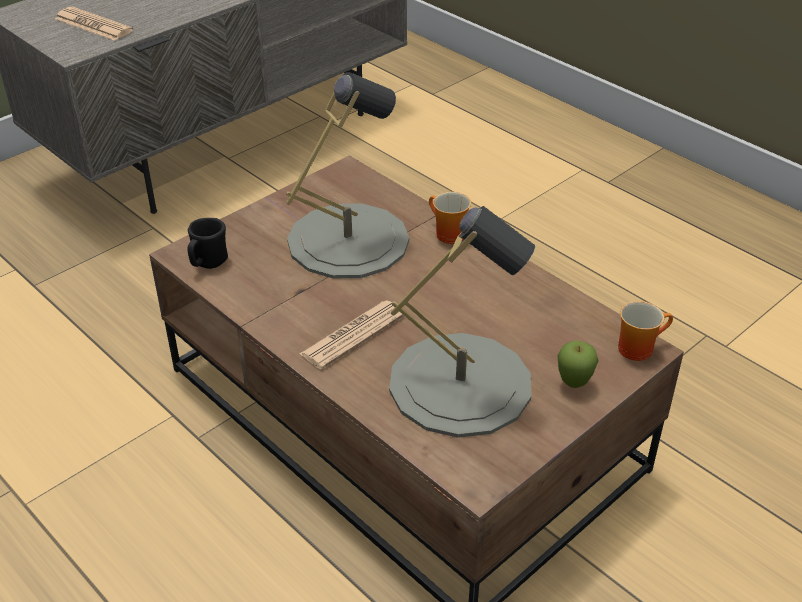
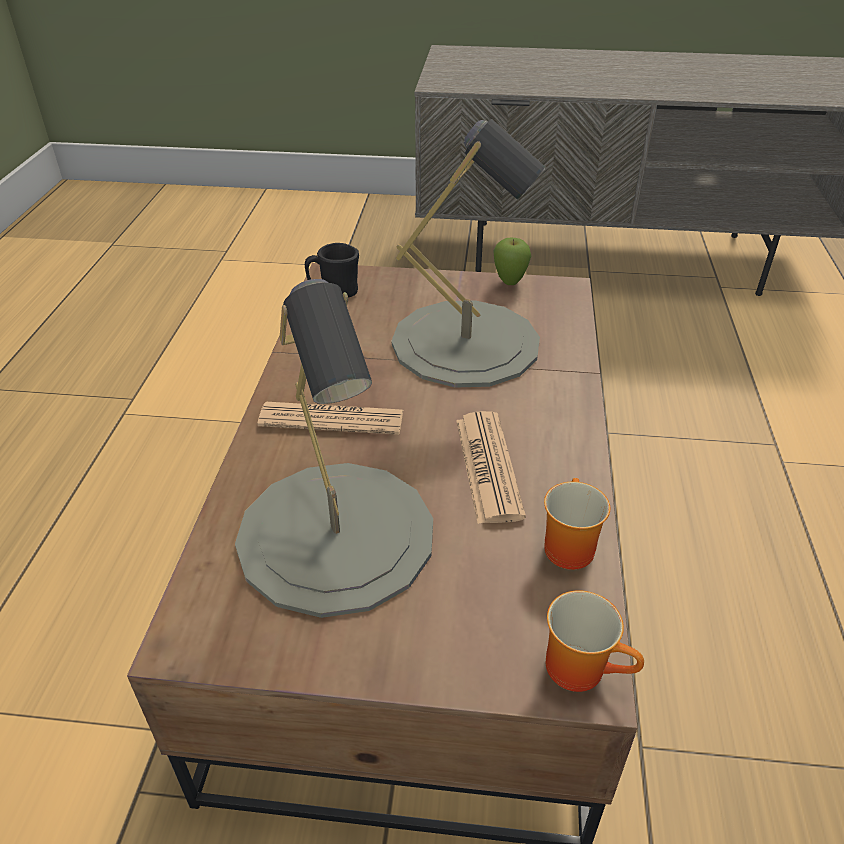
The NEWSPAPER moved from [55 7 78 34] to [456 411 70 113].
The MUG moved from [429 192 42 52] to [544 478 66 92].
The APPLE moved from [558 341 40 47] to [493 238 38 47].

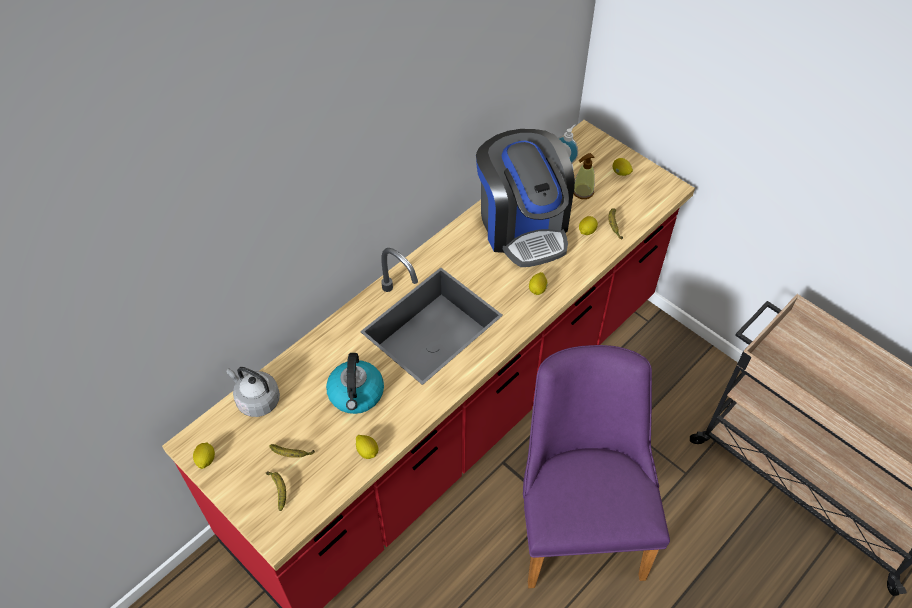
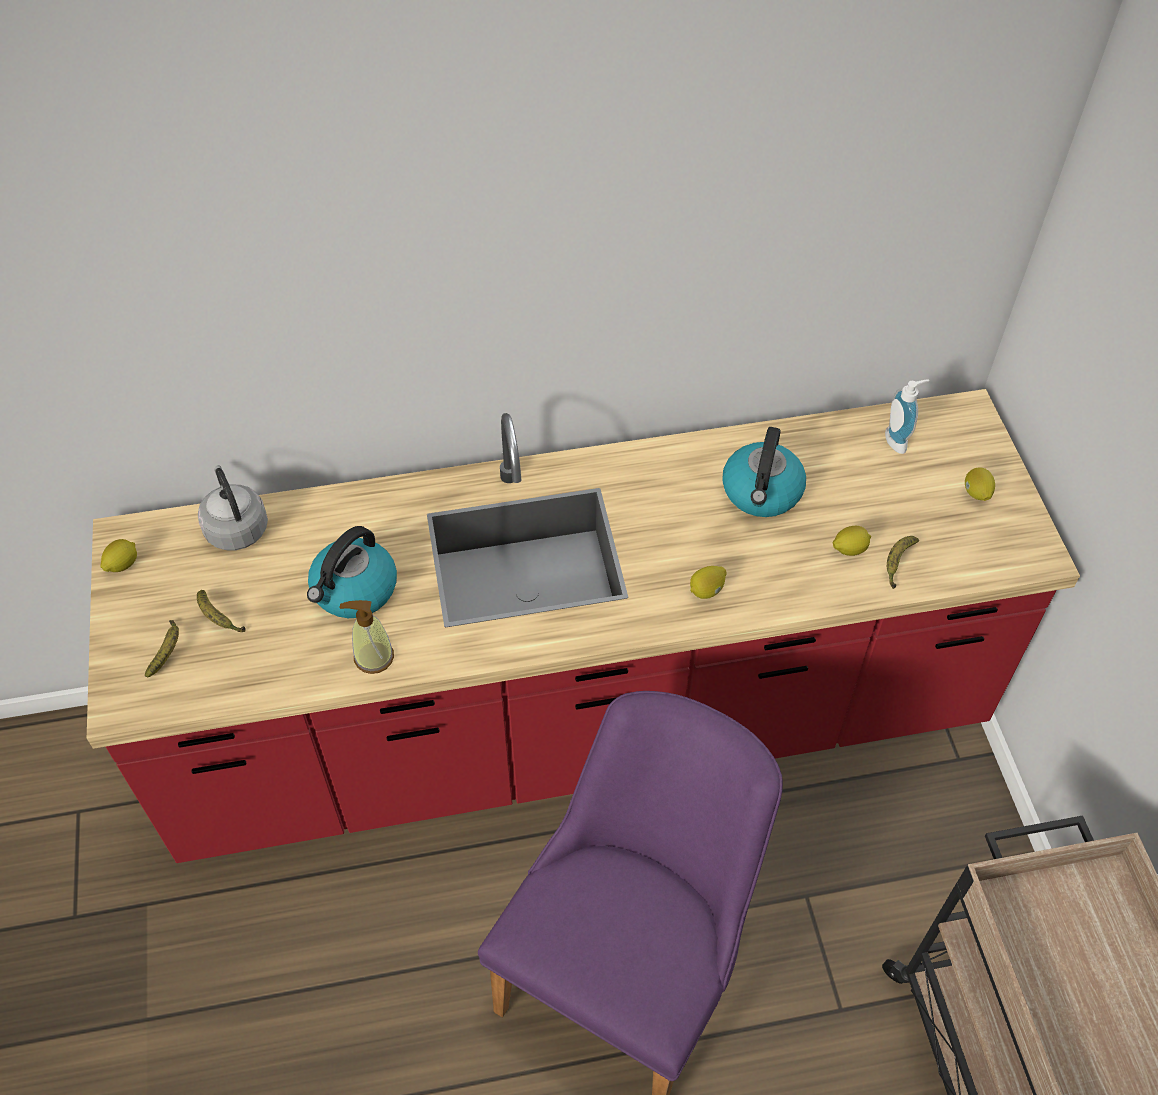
The COFFEE MACHINE at [476 129 99 138] was replaced by the KETTLE at [722 427 84 90].
The SOAP DISPENSER moved from [574 153 21 46] to [339 600 55 74].
The LEMON at [356 435 22 24] disappeared.

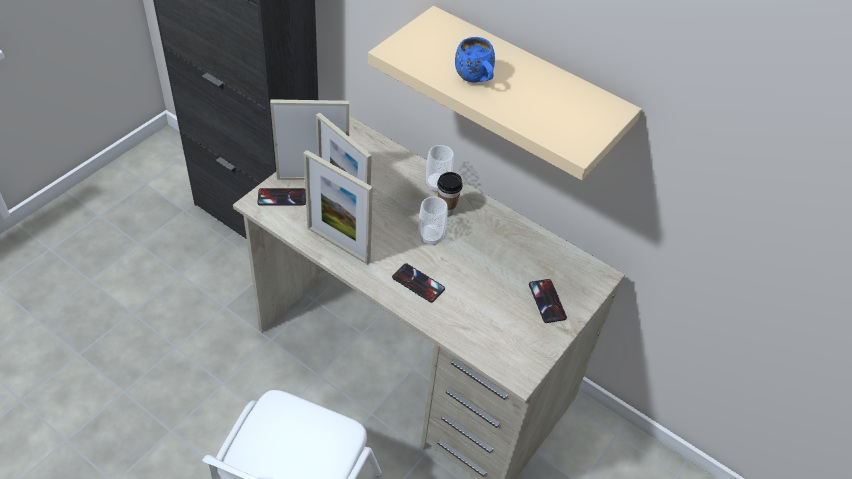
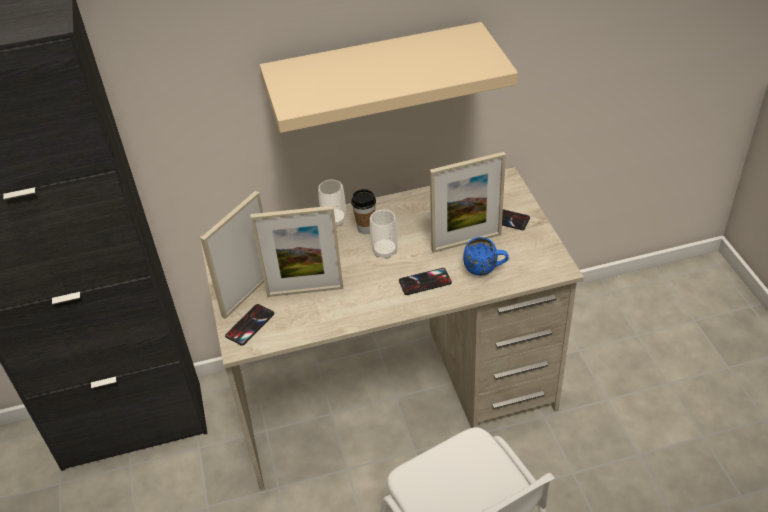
The BLUE MUG moved from [455 37 40 46] to [463 237 46 39].
The PICTURE FRAME moved from [303 150 70 115] to [430 152 76 101].

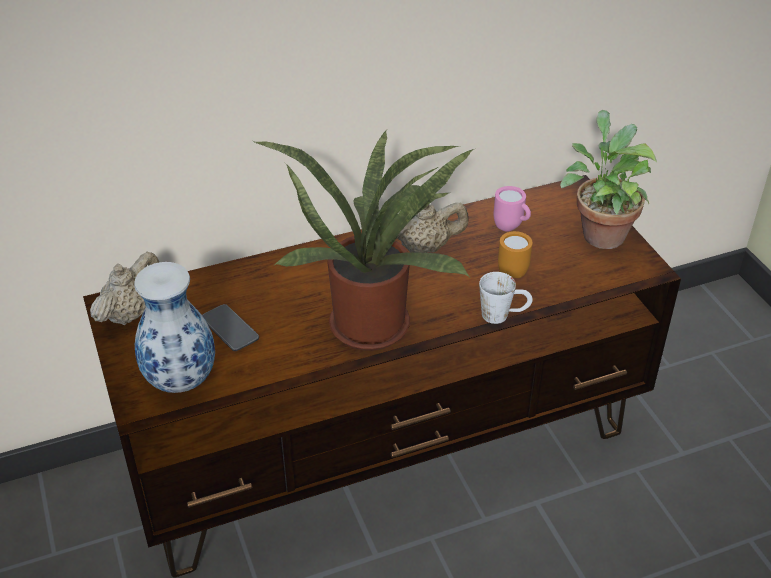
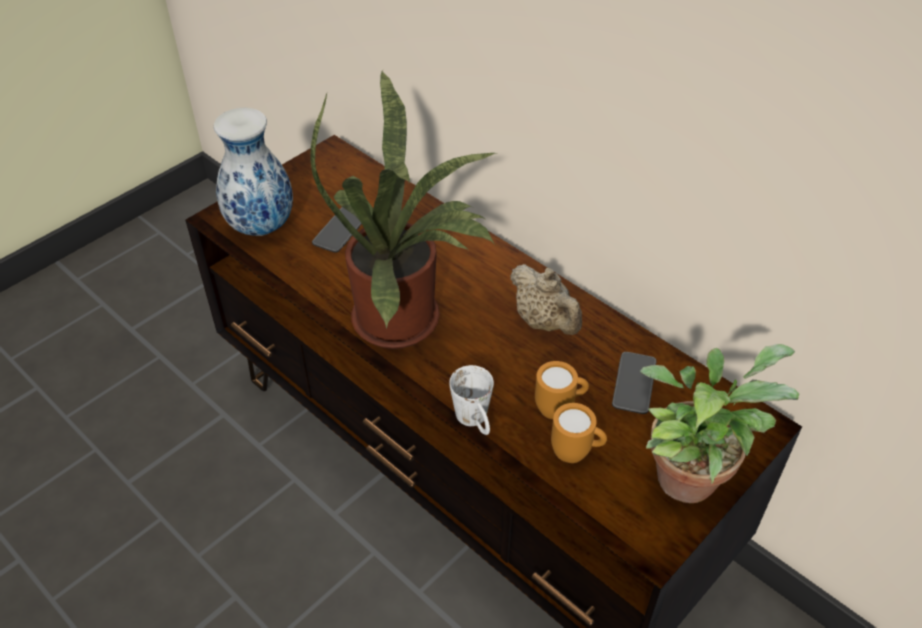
The PINK MUG at [494 186 37 46] was replaced by the PHONE at [612 352 45 62].
The BEIGE TEAPOT at [90 252 69 73] disappeared.
The ORANGE MUG at [551 403 56 60] appeared.

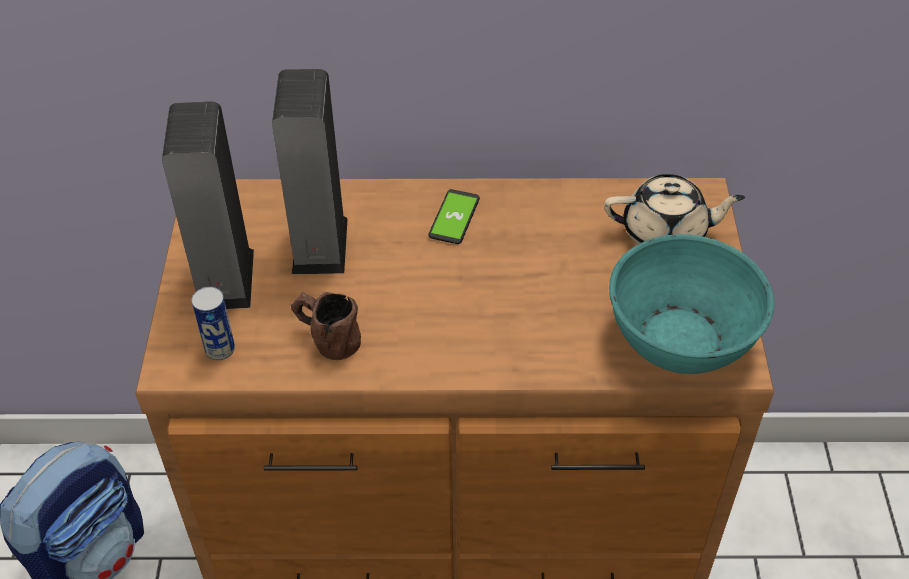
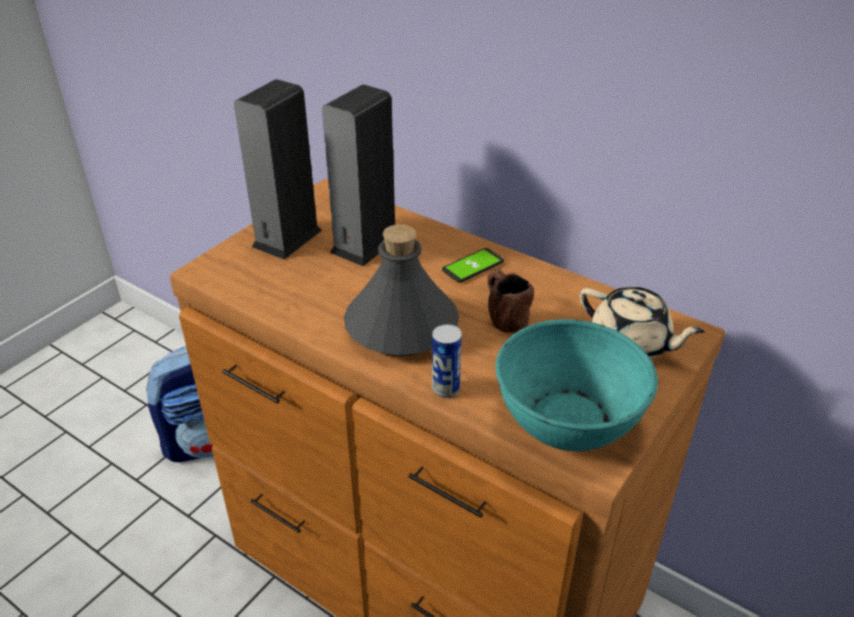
The CAN moved from [191 287 44 73] to [432 324 30 74].
The BROWN MUG moved from [291 292 70 68] to [487 268 47 65].
The GREY BOTTLE at [344 224 115 132] appeared.

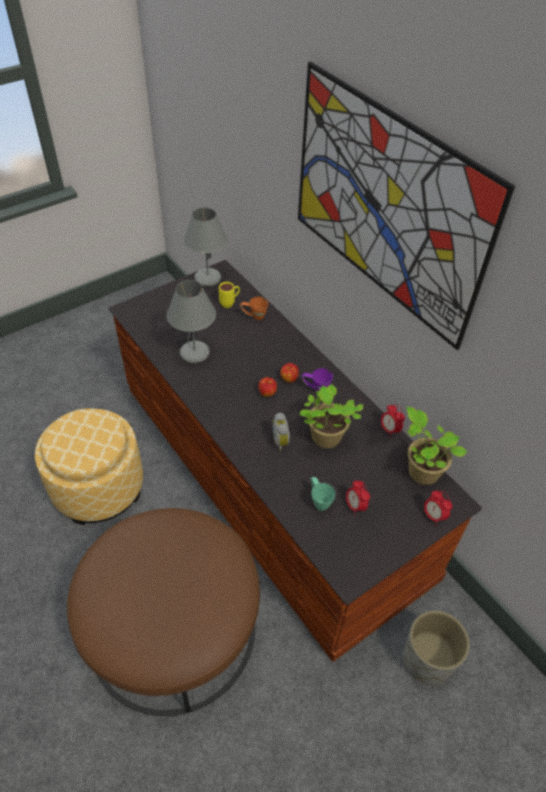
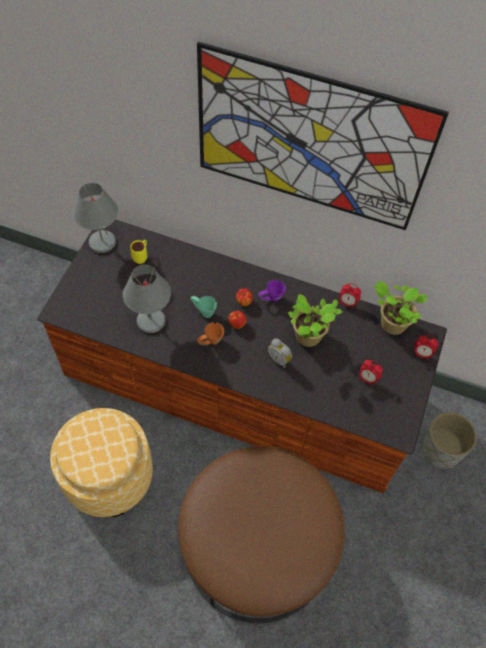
The ORANGE MUG moved from [240 297 28 23] to [197 322 27 23].
The GREEN MUG moved from [310 477 26 34] to [191 296 26 22].

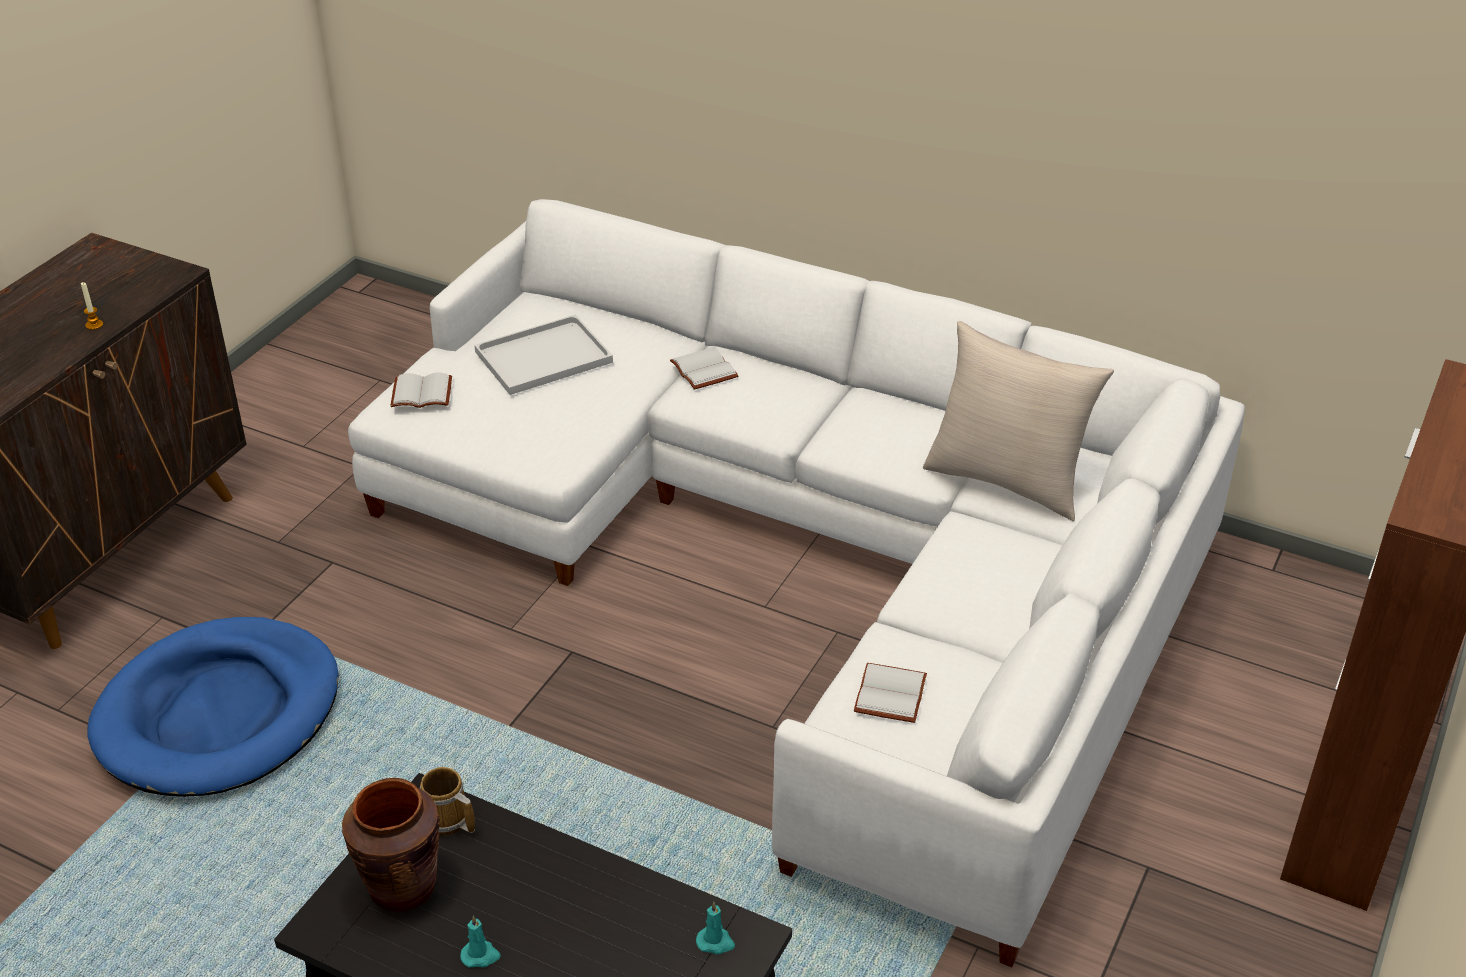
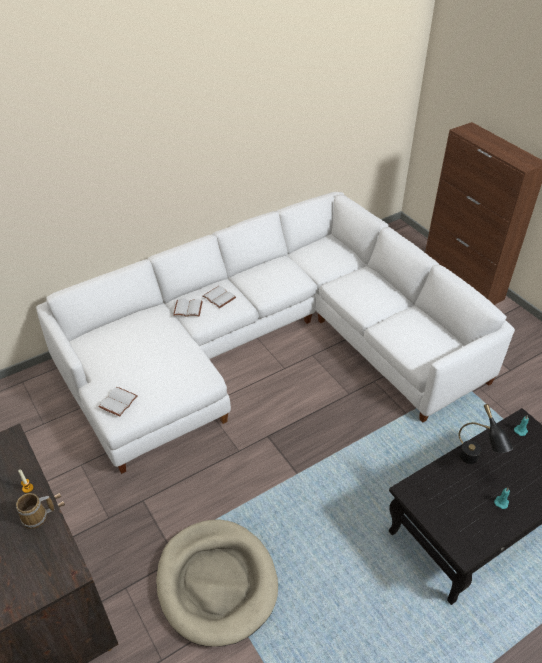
The WHITE TRAY at [474 314 139 81] disappeared.
The BEIGE PILLOW at [923 321 191 200] disappeared.
The BLUE DOG BED at [87 617 252 180] became the BEIGE DOG BED at [156 520 122 127].
The WHITE BOOK moved from [854 663 73 60] to [202 286 34 22].
The MUG moved from [420 767 55 69] to [16 493 38 36].
The BROWN VASE at [342 778 99 134] disappeared.
The BLACK TABLE LAMP at [458 404 55 60] appeared.

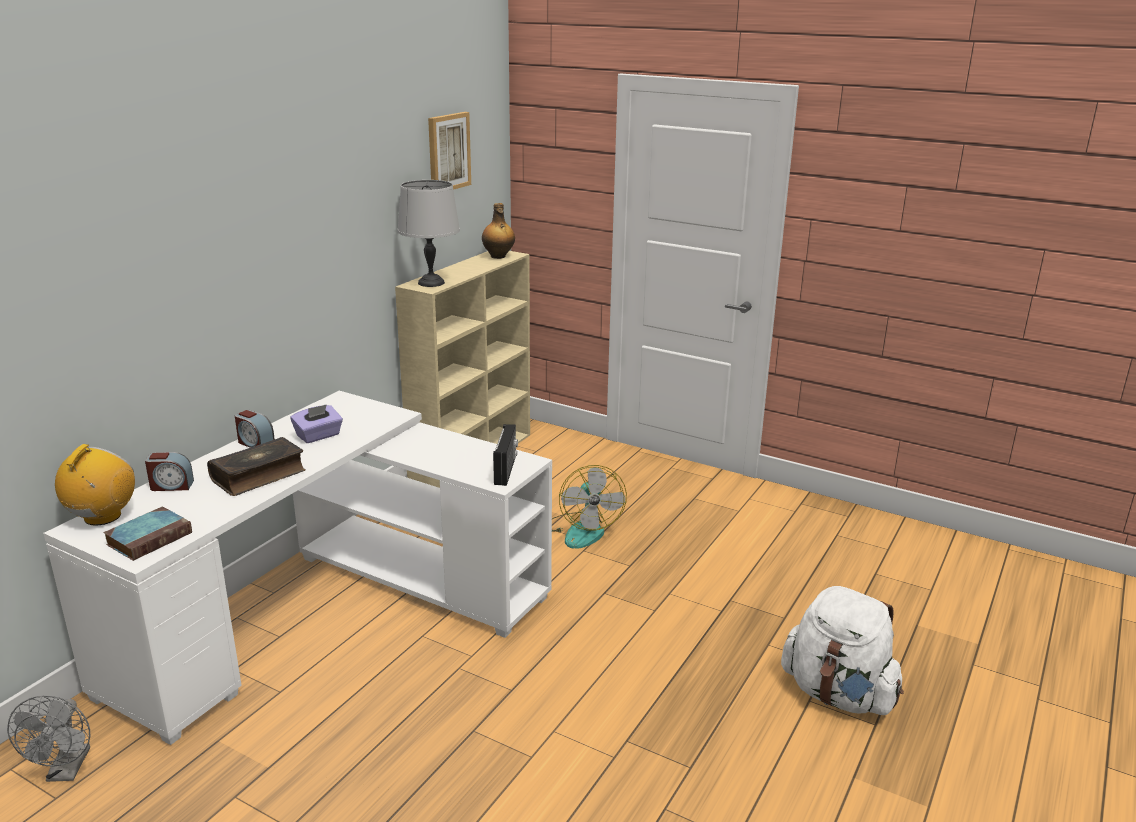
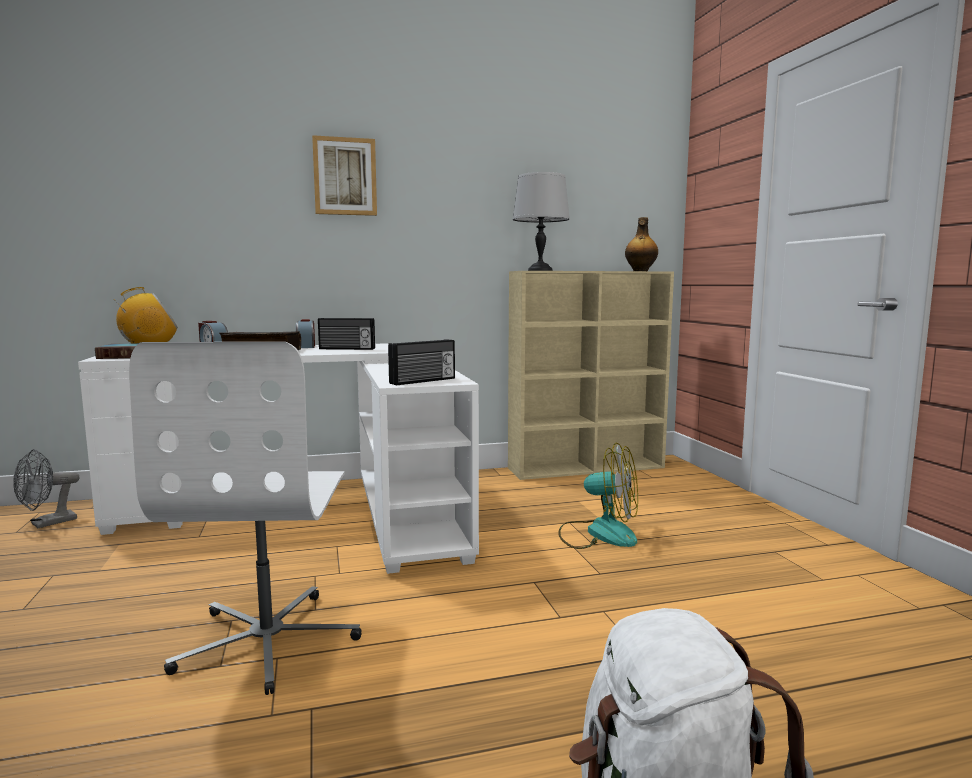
The PICTURE moved from [428 112 43 78] to [312 135 65 81].
The PURPLE TISSUE BOX at [291 404 52 39] was replaced by the RADIO at [318 318 57 32].
The FAN at [552 465 75 83] turned 105 degrees counterclockwise.
The WHITE OFFICE CHAIR at [129 342 233 353] appeared.

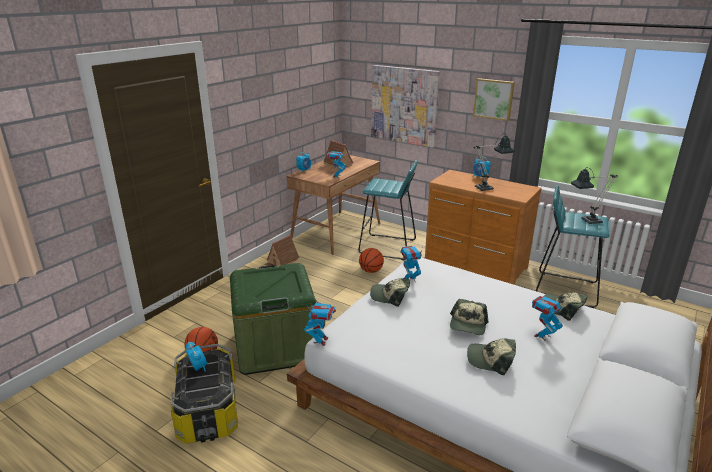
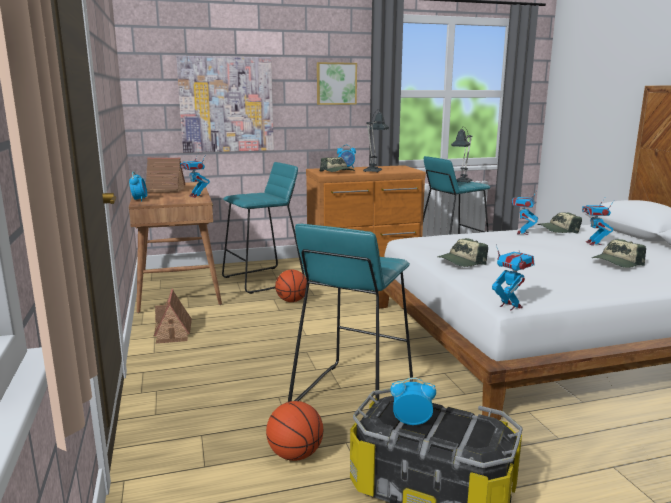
The TOY ROBOT moved from [400 246 23 36] to [511 191 27 44].
The GREEN STORAGE BOX at [230 263 86 112] was replaced by the TURQUOISE STOOL at [288 224 125 178].
The CAP moved from [450 299 39 36] to [320 157 35 15].

